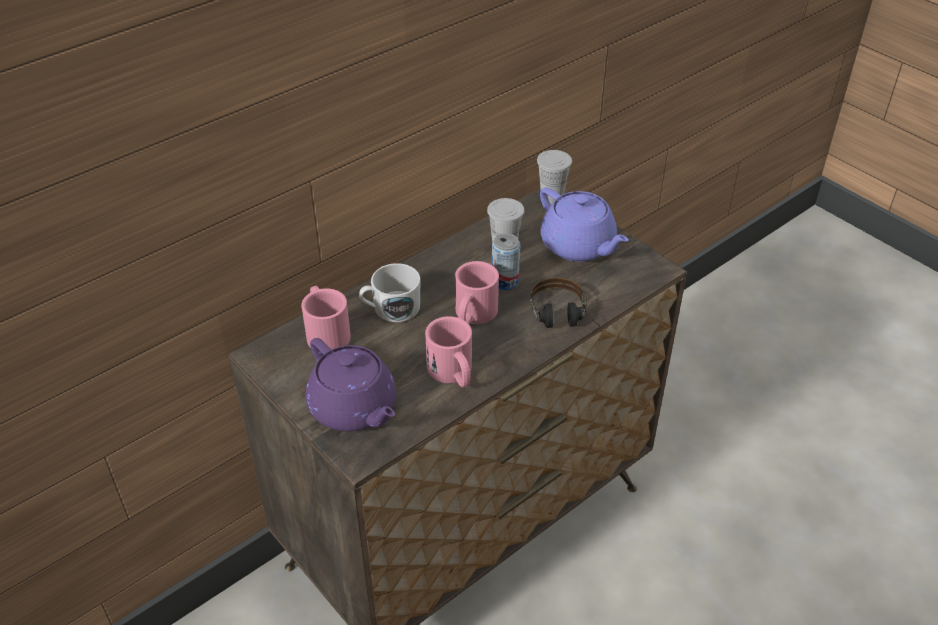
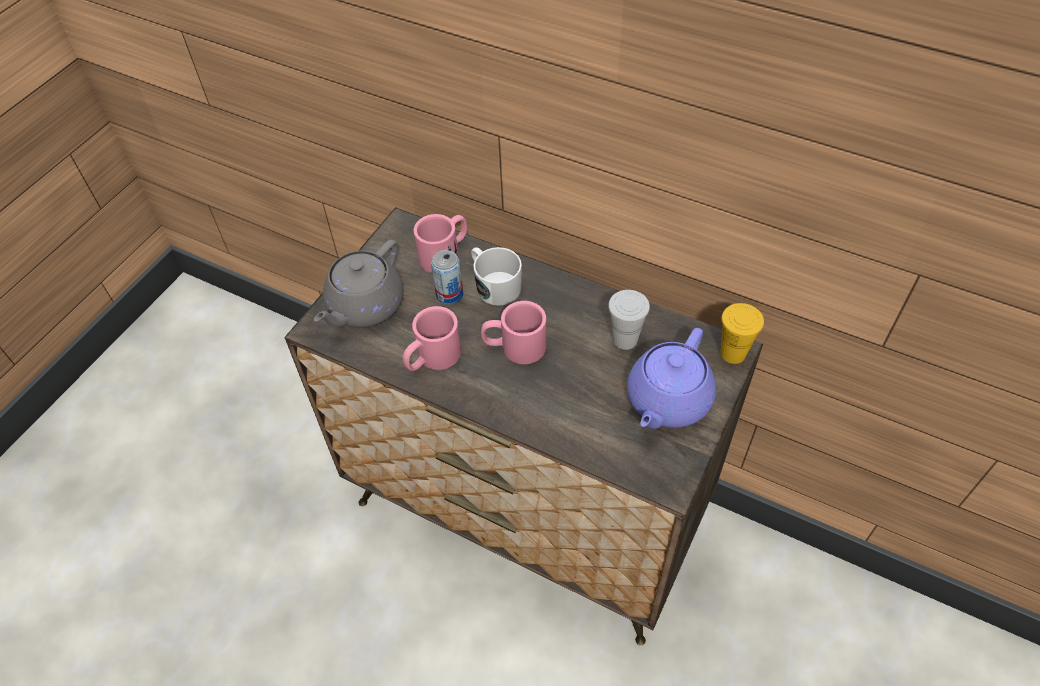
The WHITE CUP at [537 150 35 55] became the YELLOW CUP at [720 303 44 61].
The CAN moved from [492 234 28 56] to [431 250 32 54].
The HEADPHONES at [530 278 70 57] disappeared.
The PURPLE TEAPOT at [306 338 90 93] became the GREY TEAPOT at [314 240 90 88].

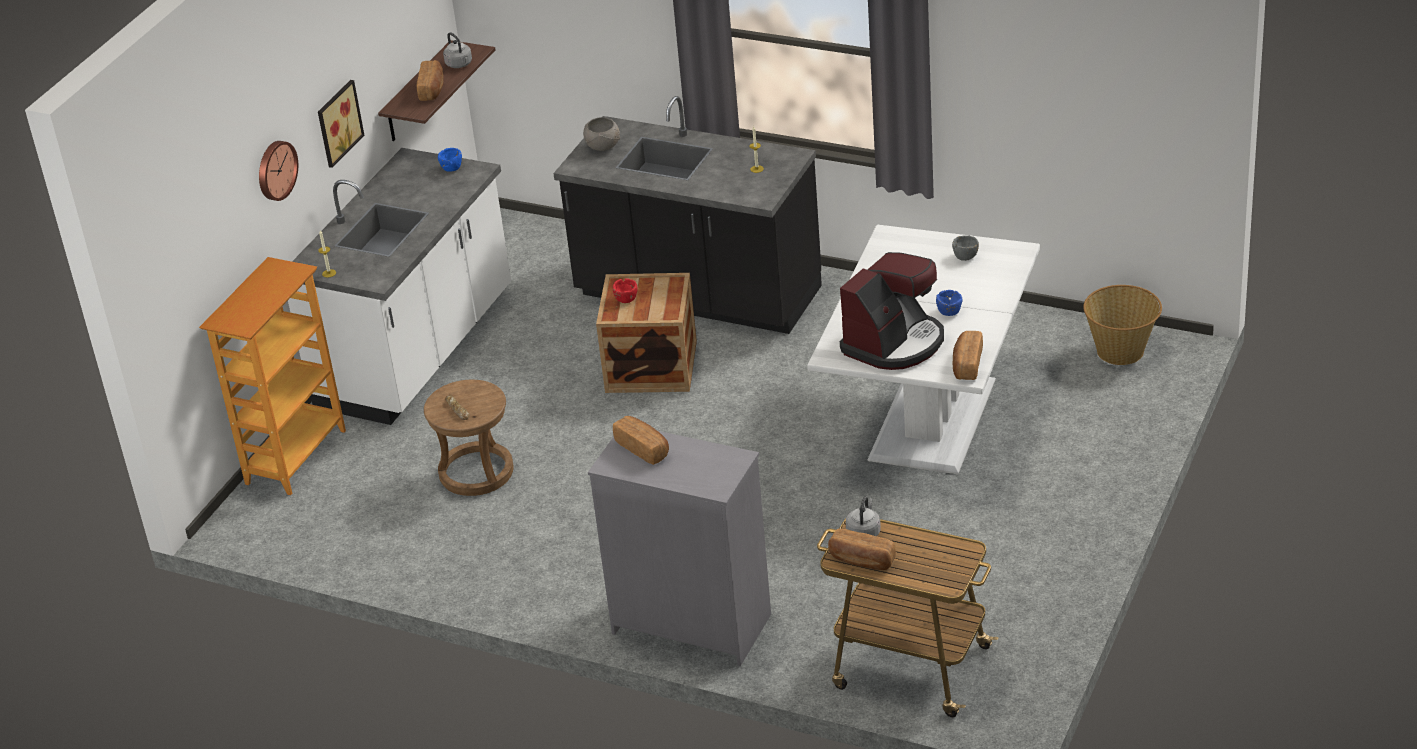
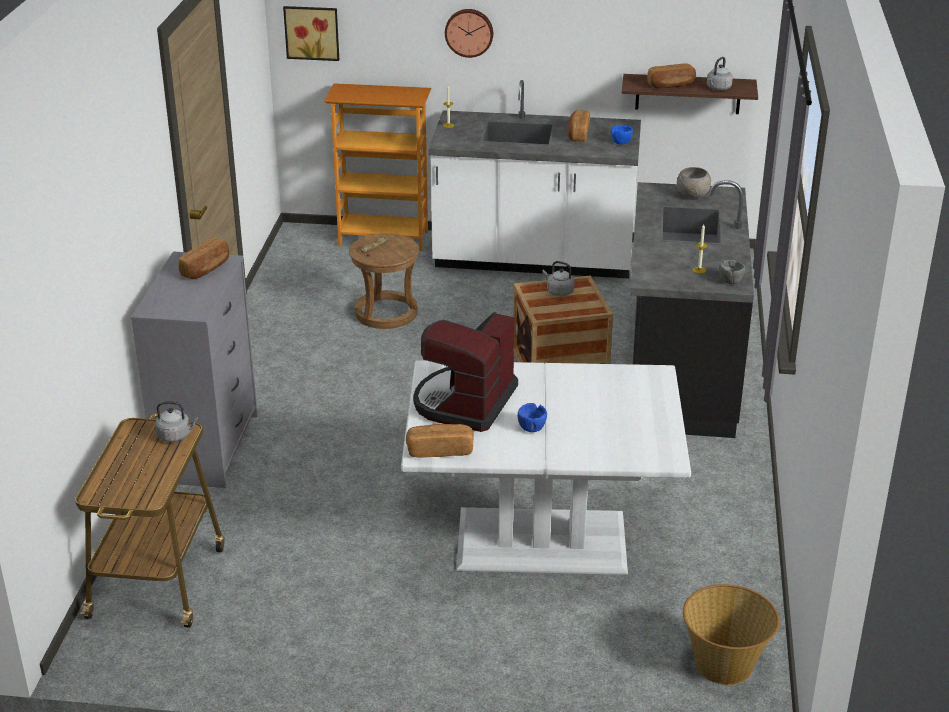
The PICTURE moved from [318 80 46 88] to [283 6 56 55].
The GREY BOWL moved from [952 235 27 26] to [719 260 26 24].
The COFFEE MACHINE at [840 252 104 118] turned 90 degrees clockwise.
The RED BOWL at [613 278 25 25] was replaced by the GREY KETTLE at [542 261 32 35].
The BREAD moved from [828 529 68 41] to [568 110 22 32].

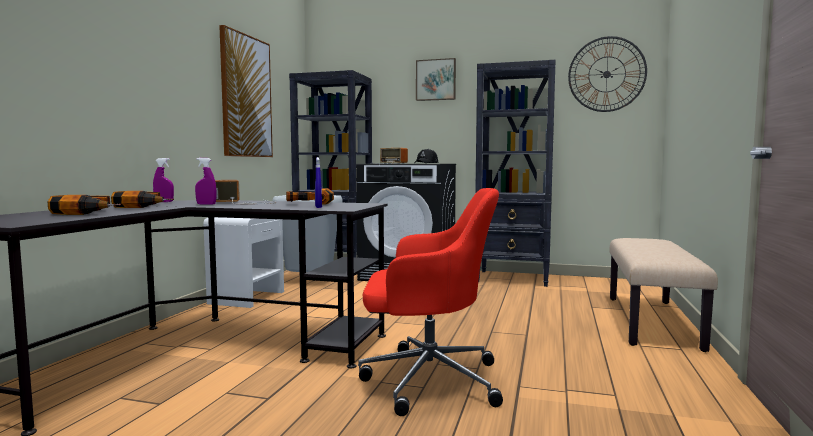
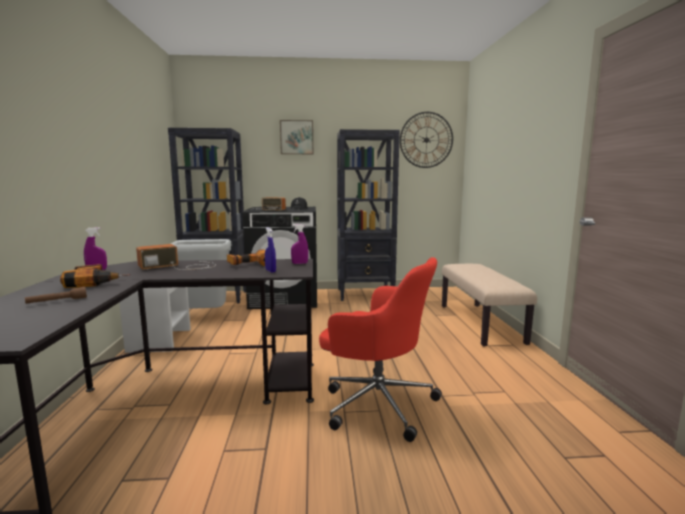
The PICTURE at [219 25 54 132] disappeared.
The PURPLE SPRAY BOTTLE moved from [195 158 21 47] to [291 224 17 40].
The RED OFFICE CHAIR at [358 188 145 228] turned 45 degrees clockwise.
The POWER DRILL at [48 195 73 20] was replaced by the BROWN FLASHLIGHT at [25 287 62 17].

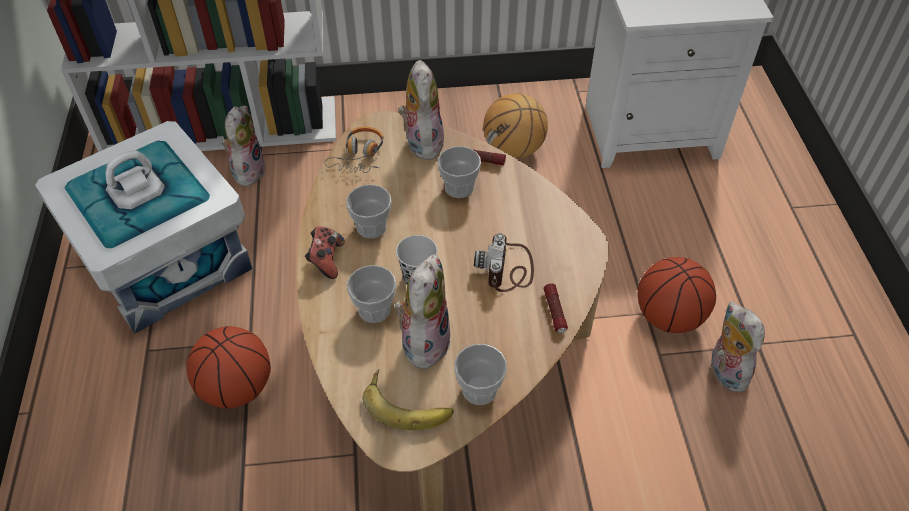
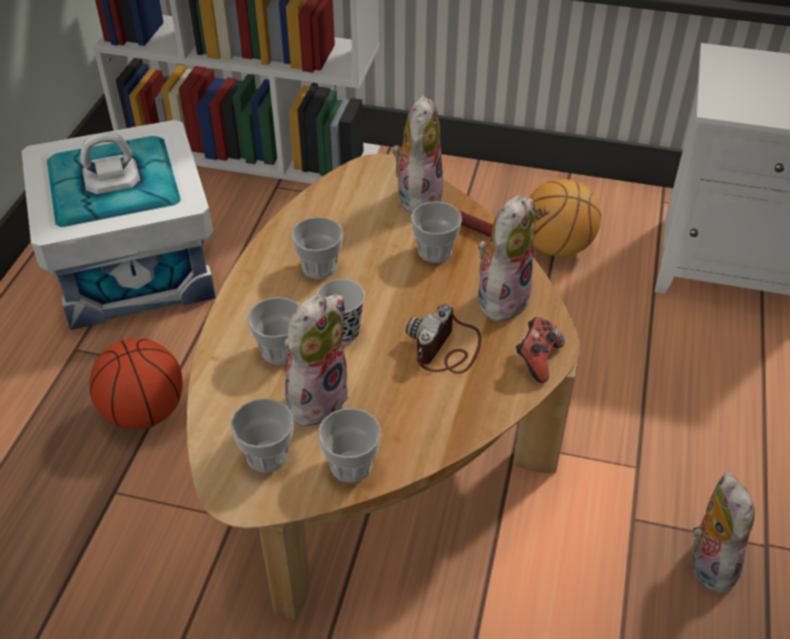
The PLUSH TOY moved from [222 106 44 80] to [478 195 58 126].
The HEADPHONES at [324 127 60 46] disappeared.
The GAME CONTROLLER moved from [305 226 40 53] to [516 317 49 66].
The BASKETBALL at [638 257 78 76] disappeared.
The FLASHLIGHT at [544 283 24 50] disappeared.
The BANANA at [362 369 92 61] was replaced by the CUP at [231 398 63 75].

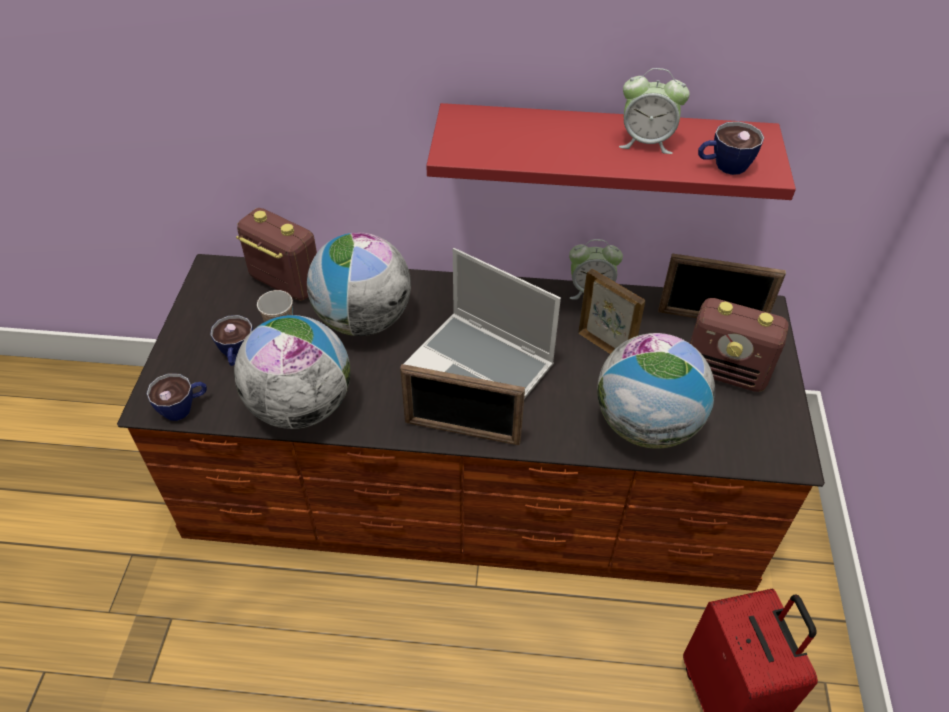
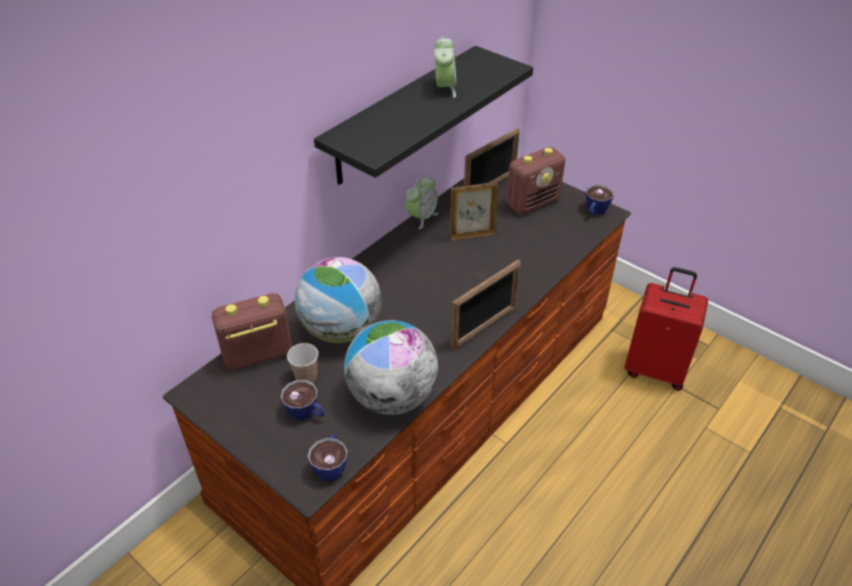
The ALARM CLOCK at [619 68 71 86] turned 45 degrees counterclockwise.
The RED SHELF at [426 103 370 97] became the BLACK SHELF at [314 46 219 139].
The CUP moved from [698 122 66 53] to [585 184 29 31].
The LAPTOP at [404 248 157 151] disappeared.
The GLOBE at [597 333 118 116] disappeared.

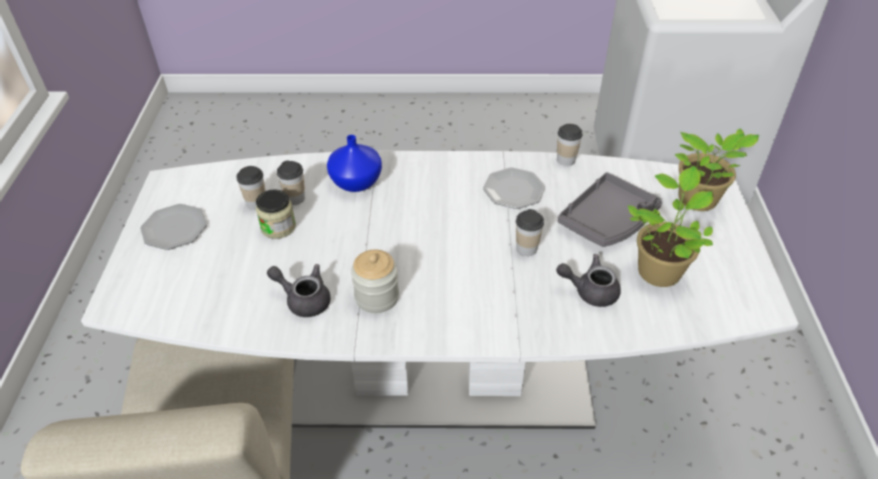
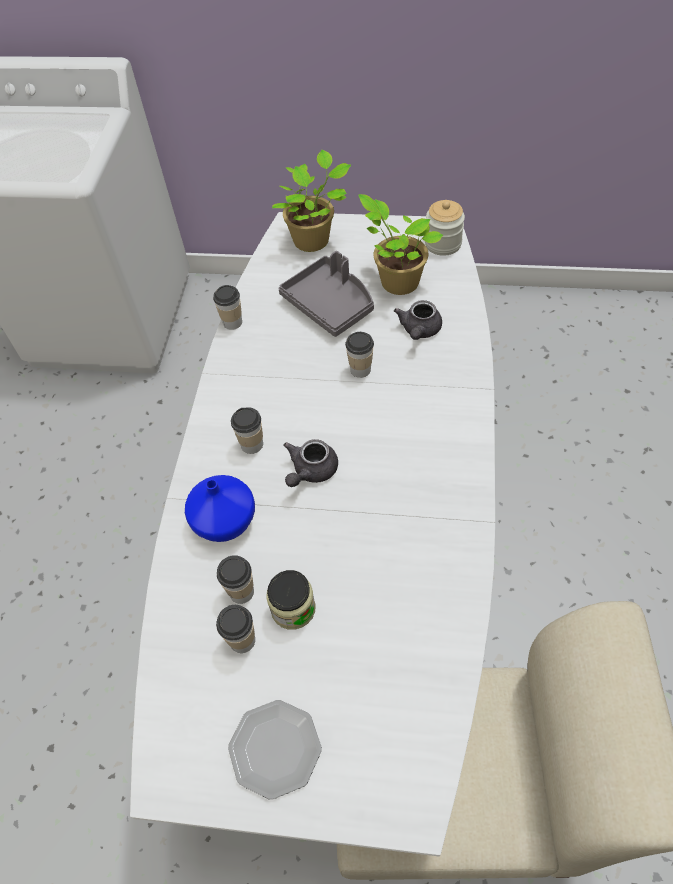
The PLATE at [483 167 62 42] disappeared.
The JAR moved from [351 249 48 64] to [425 200 40 56].
The GREY TEAPOT moved from [267 264 63 53] to [283 439 55 48].
The CUP at [231 407 32 47] appeared.

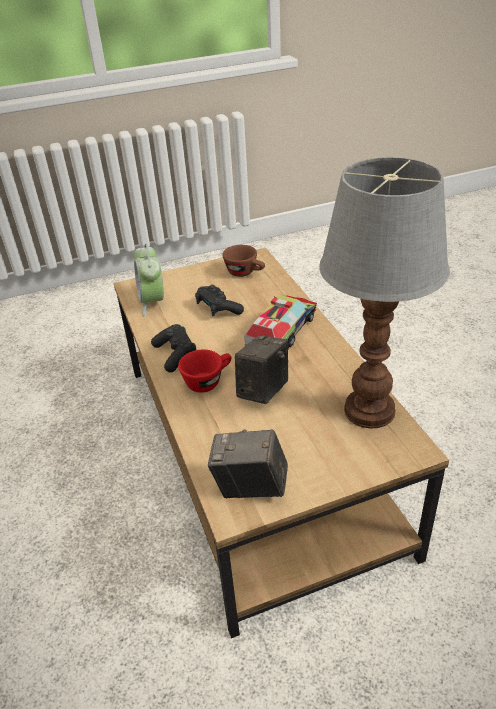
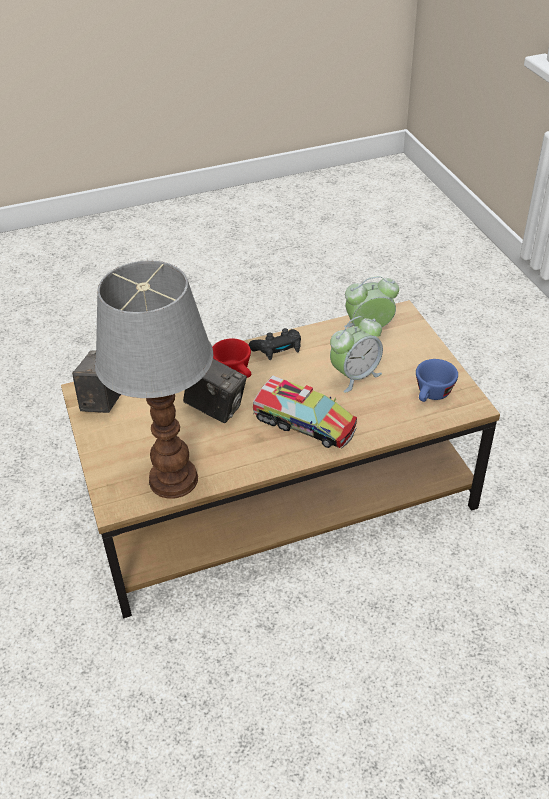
The BROWN CUP at [222 245 43 32] became the BLUE CUP at [416 359 42 43].
The BLACK GAME CONTROLLER at [195 285 49 31] was replaced by the ALARM CLOCK at [330 316 53 77].

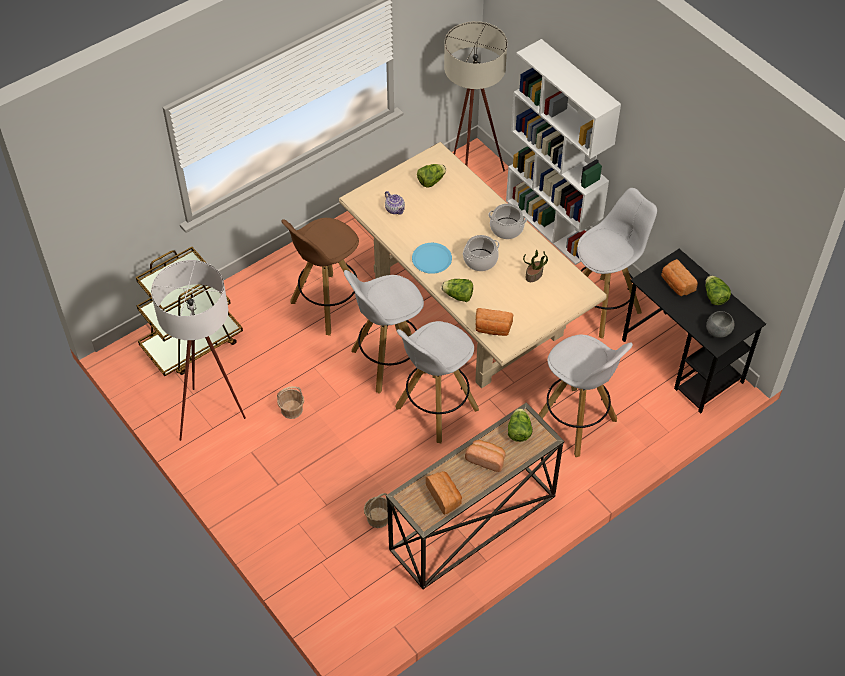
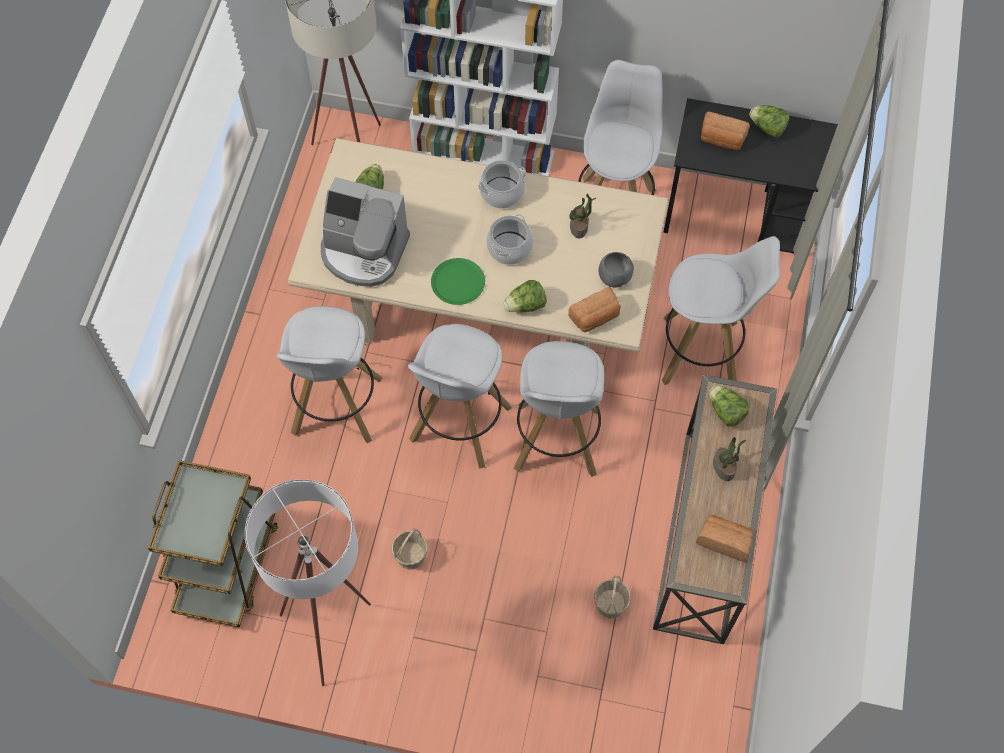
The TEAPOT at [385 191 20 24] was replaced by the COFFEE MACHINE at [321 177 89 110].
The BROWN STOOL at [281 218 78 118] became the WHITE STOOL at [276 306 107 137].
The BLUE PLATE at [412 243 40 31] became the GREEN PLATE at [431 258 54 47].
The GREY BOWL moved from [706 311 28 27] to [599 252 35 36].
The BREAD at [465 440 40 32] was replaced by the POTTED PLANT at [713 437 34 44].

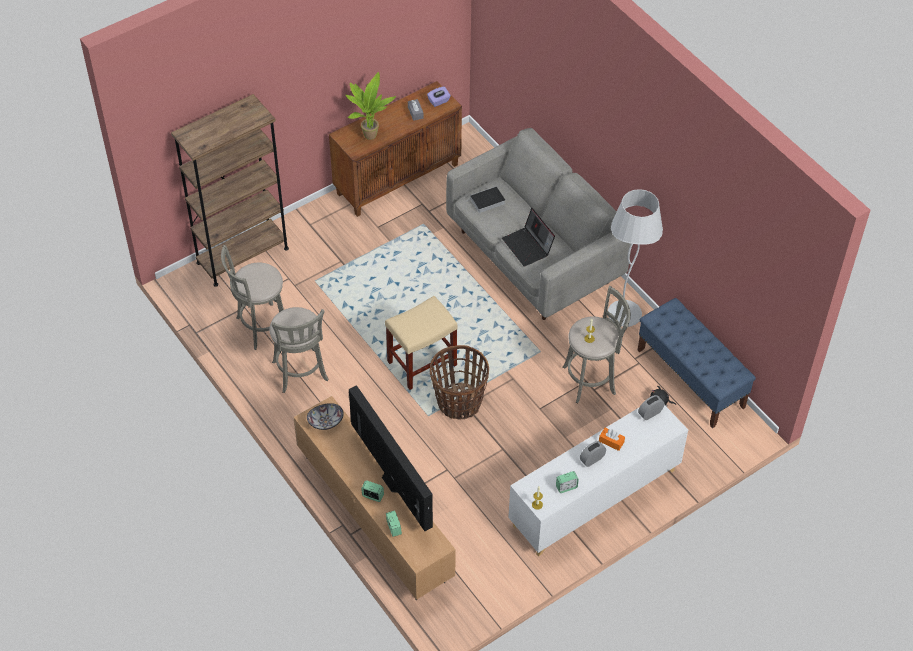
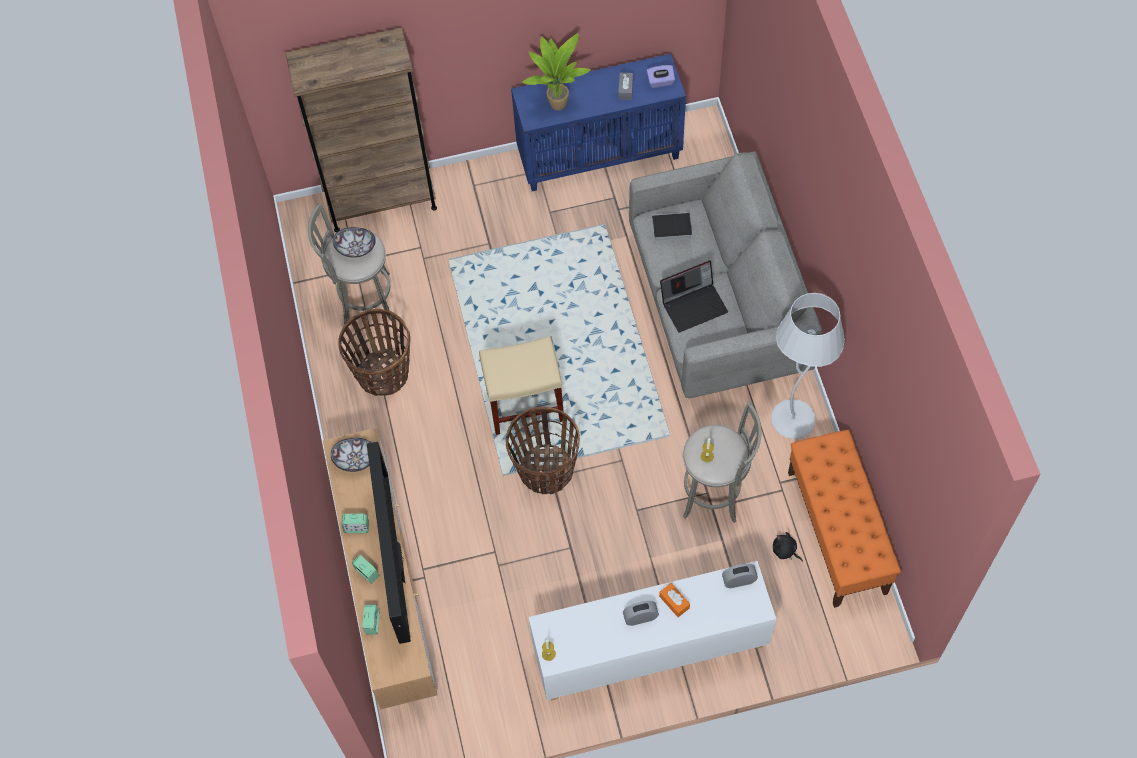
The BROWN CABINET at [329 81 133 136] became the BLUE CABINET at [511 54 175 137].
The LAPTOP at [502 208 53 59] turned 105 degrees counterclockwise.
The BLUE BENCH at [638 298 118 130] became the ORANGE BENCH at [788 430 113 178].
The GREY STOOL at [269 307 60 86] was replaced by the BASKET at [338 309 72 87].
The ALARM CLOCK moved from [556 471 23 22] to [342 514 27 19].
The BOWL at [333 227 43 31] appeared.

